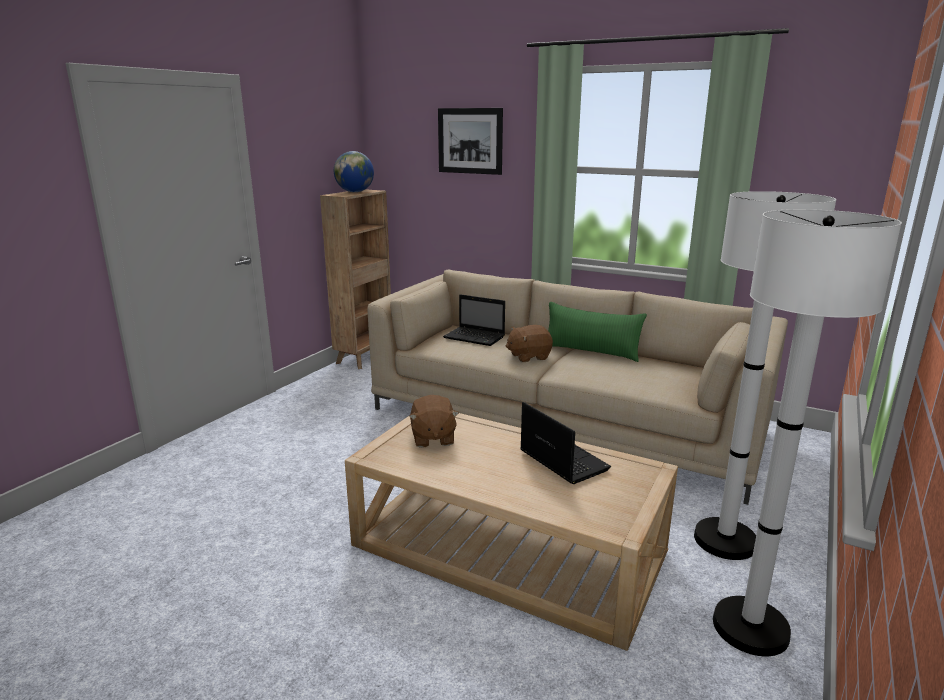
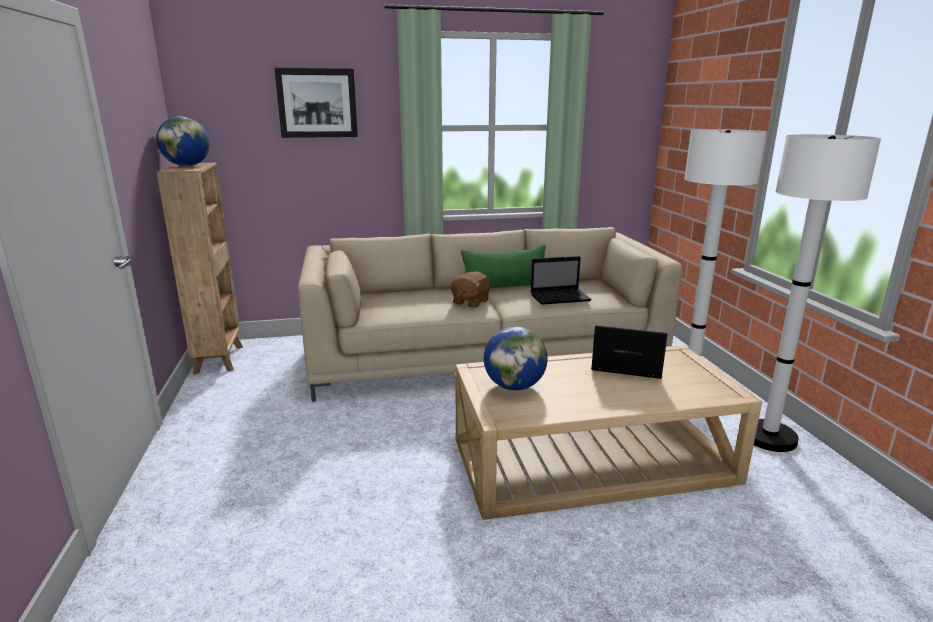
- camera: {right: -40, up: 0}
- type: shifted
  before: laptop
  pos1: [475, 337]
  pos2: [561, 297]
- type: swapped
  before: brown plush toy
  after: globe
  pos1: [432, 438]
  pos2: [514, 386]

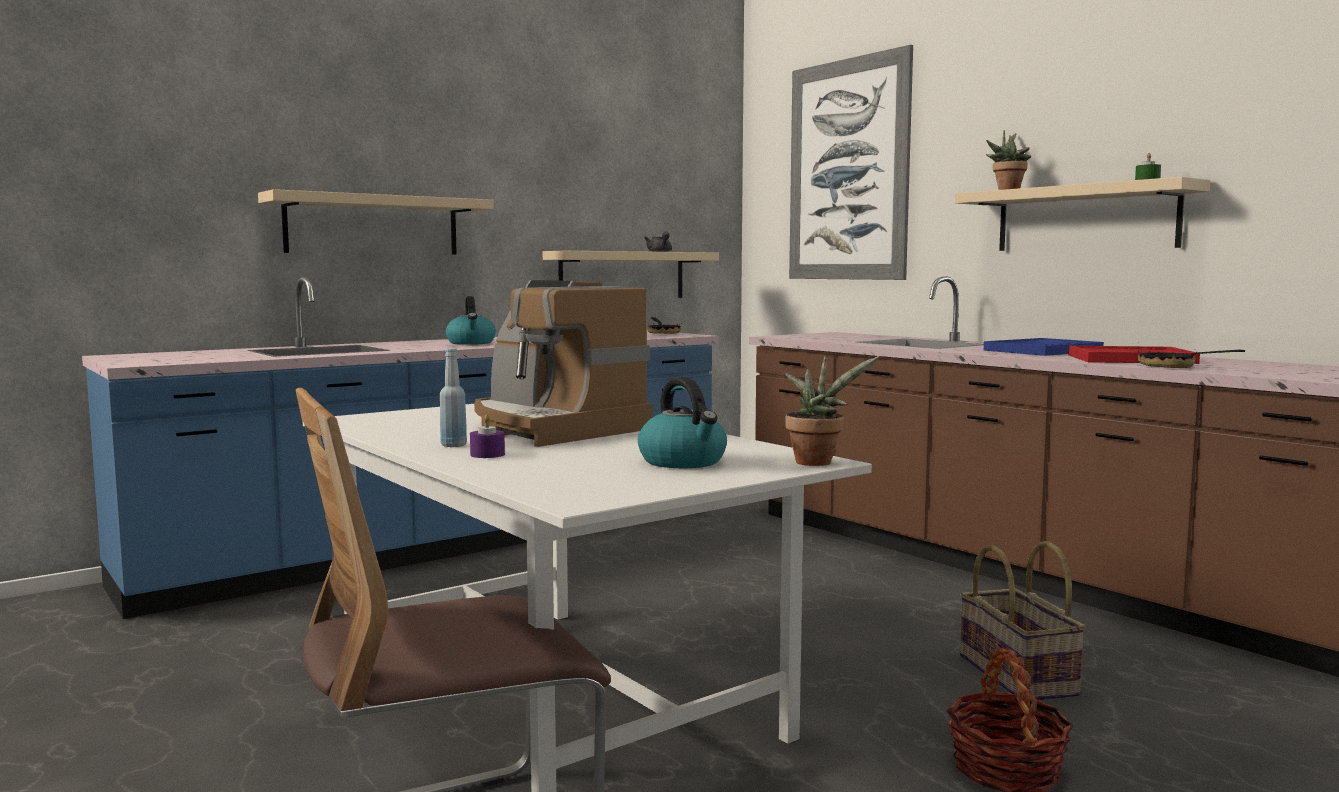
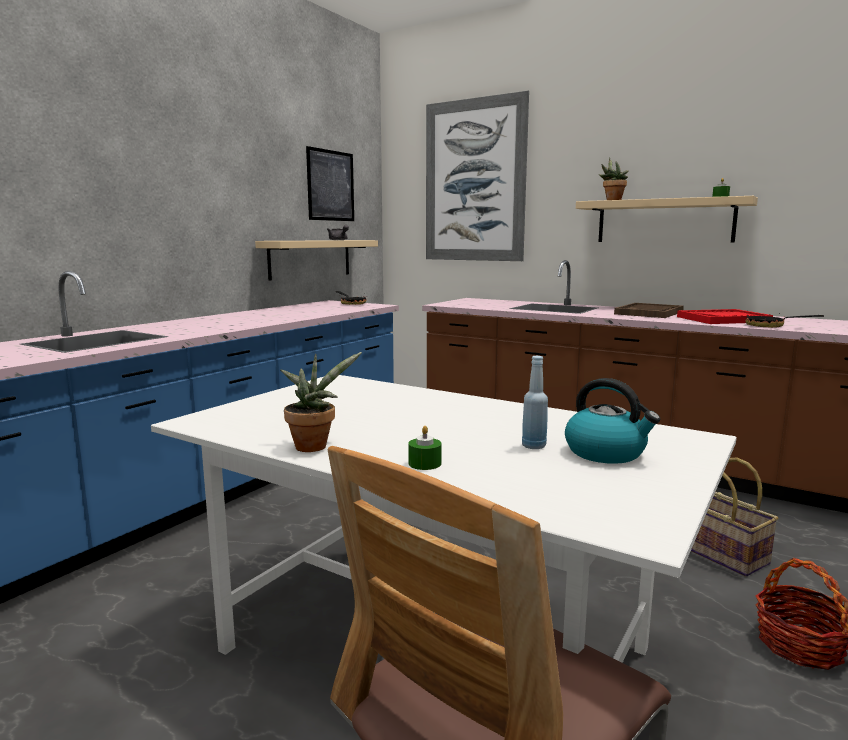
- camera: {right: -20, up: 5}
- type: gone
  before: beige shelf
  pos1: [373, 225]
- type: gone
  before: coffee machine
  pos1: [553, 428]
- type: gone
  before: kettle
  pos1: [471, 343]
- type: repainted
  before: blue tray
  after: brown tray
  pos1: [1043, 351]
  pos2: [649, 313]
- type: shifted
  before: blue bottle
  pos1: [453, 445]
  pos2: [533, 446]
- type: shifted
  before: potted plant
  pos1: [817, 462]
  pos2: [314, 445]
- type: repainted
  before: purple candle
  after: green candle
  pos1: [487, 454]
  pos2: [424, 463]
- type: new
  after: picture
  pos2: [330, 185]

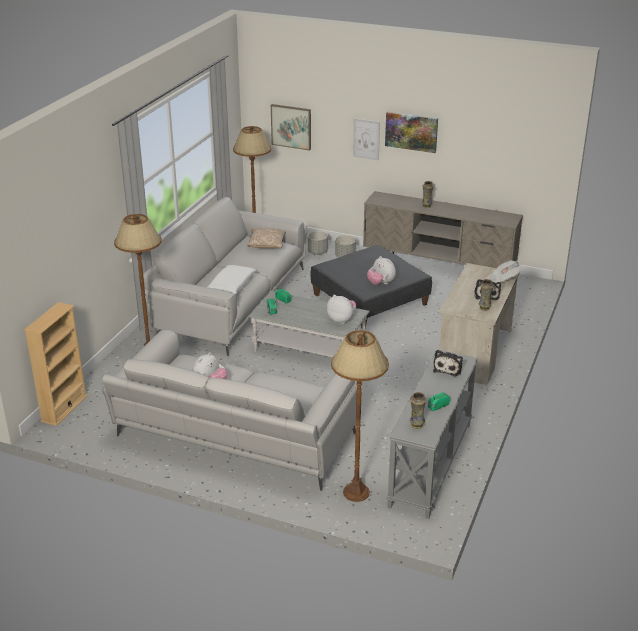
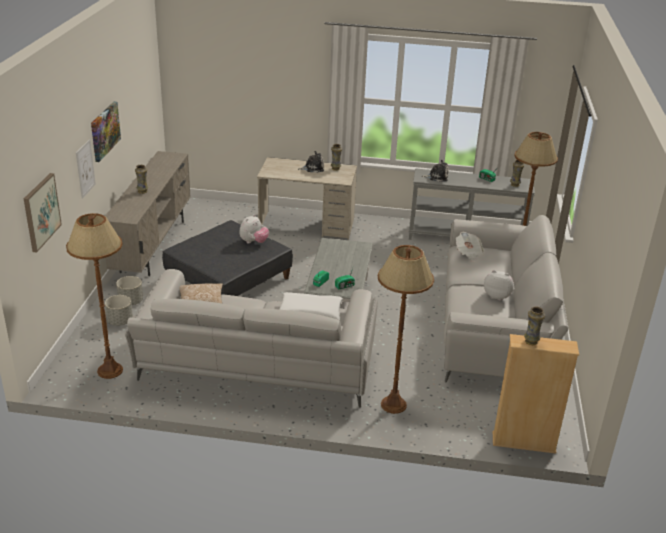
- camera: {right: -105, up: 0}
- type: shifted
  before: newspaper
  pos1: [502, 279]
  pos2: [469, 254]
- type: gone
  before: plush toy
  pos1: [341, 320]
- type: new
  after: vase
  pos2: [531, 341]

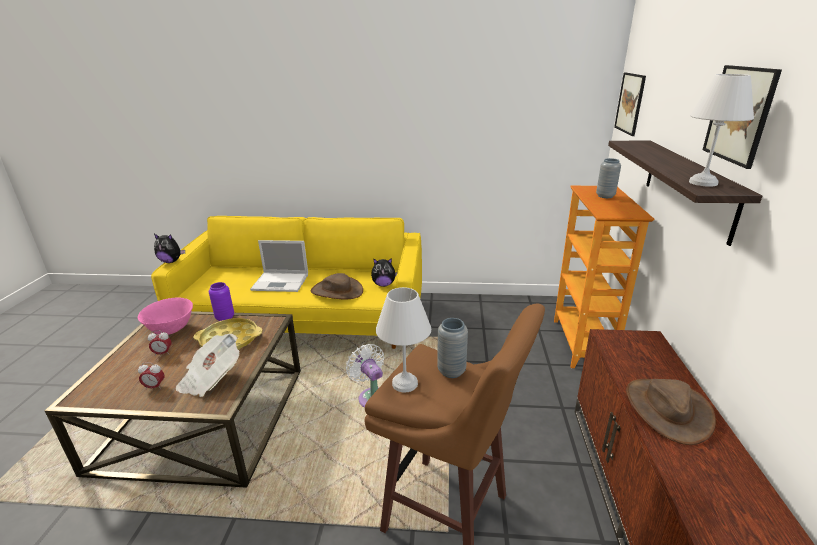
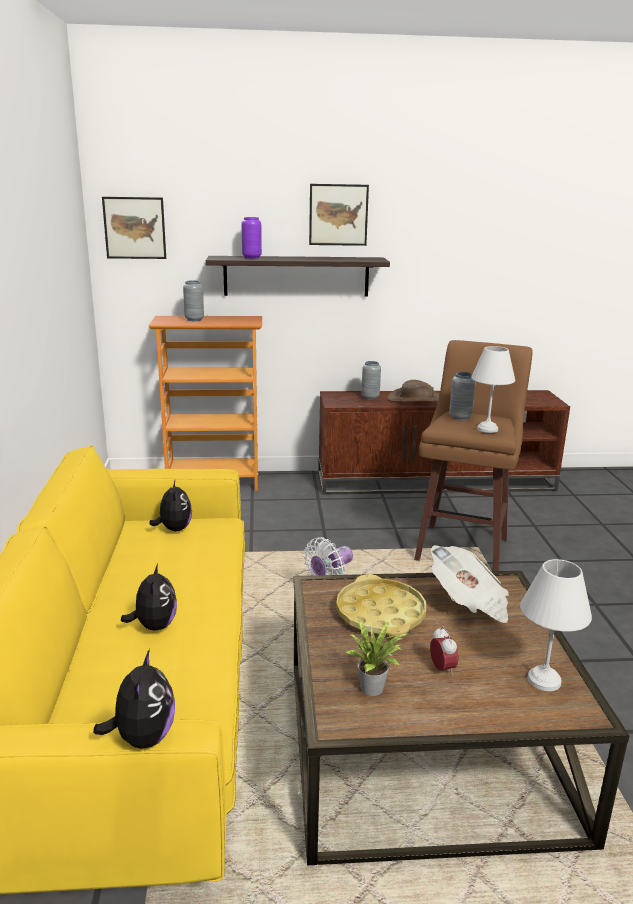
- camera: {right: -100, up: -5}
- type: shifted
  before: white table lamp
  pos1: [702, 182]
  pos2: [542, 680]
- type: swapped
  before: laptop
  after: plush toy
  pos1: [281, 282]
  pos2: [154, 626]
- type: gone
  before: brown hat
  pos1: [337, 291]
- type: shifted
  before: purple vase
  pos1: [225, 318]
  pos2: [251, 257]
- type: swapped
  before: pink bowl
  after: potted plant
  pos1: [171, 330]
  pos2: [375, 688]
- type: gone
  before: alarm clock
  pos1: [155, 387]
- type: new
  after: grey vase
  pos2: [370, 397]

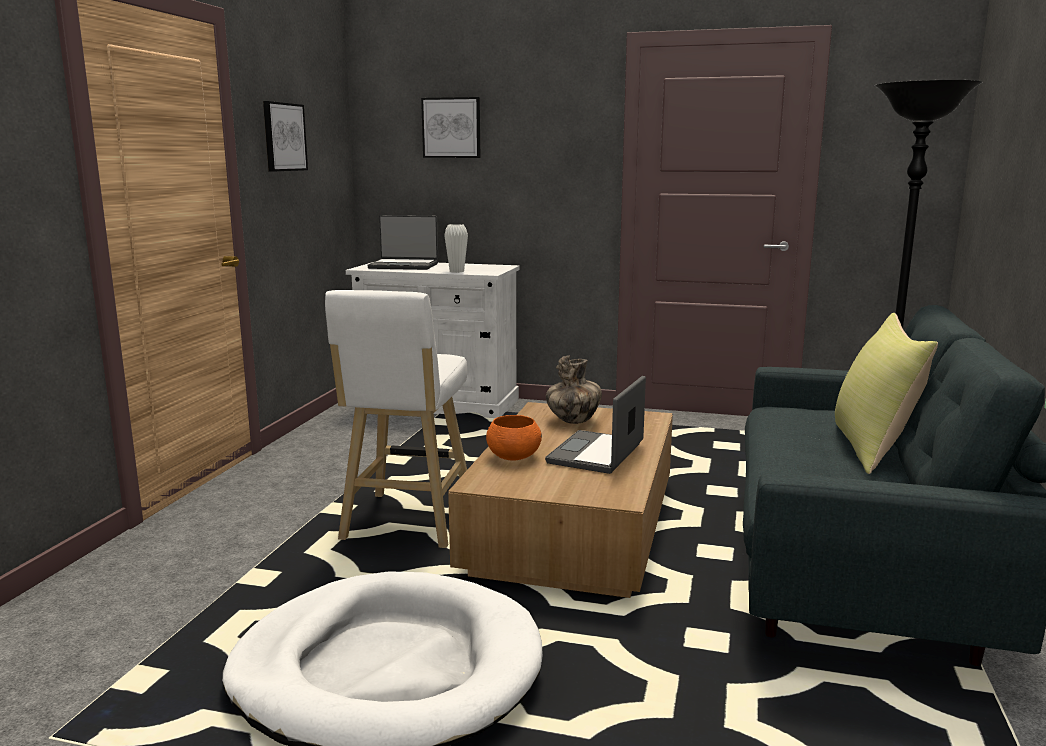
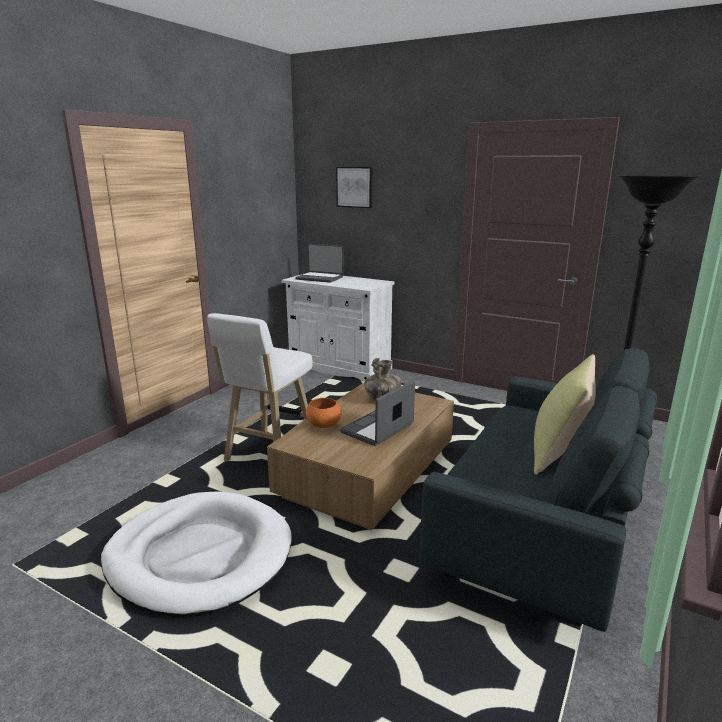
- camera: {right: 15, up: 5}
- type: gone
  before: picture
  pos1: [283, 137]
- type: gone
  before: white vase
  pos1: [456, 271]

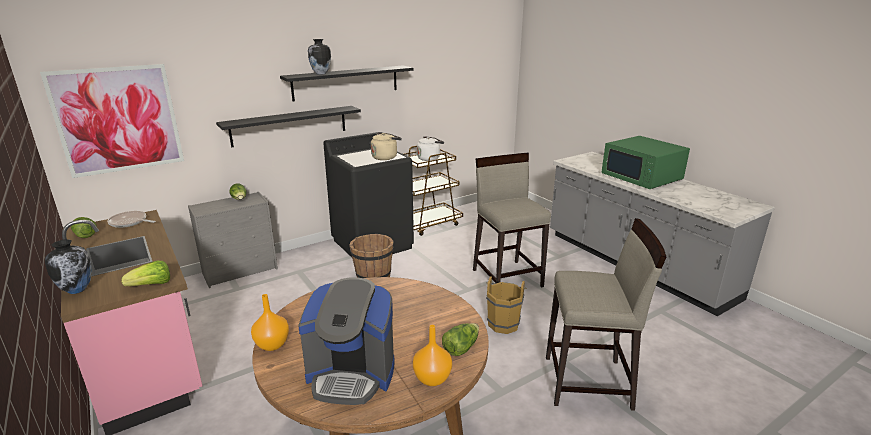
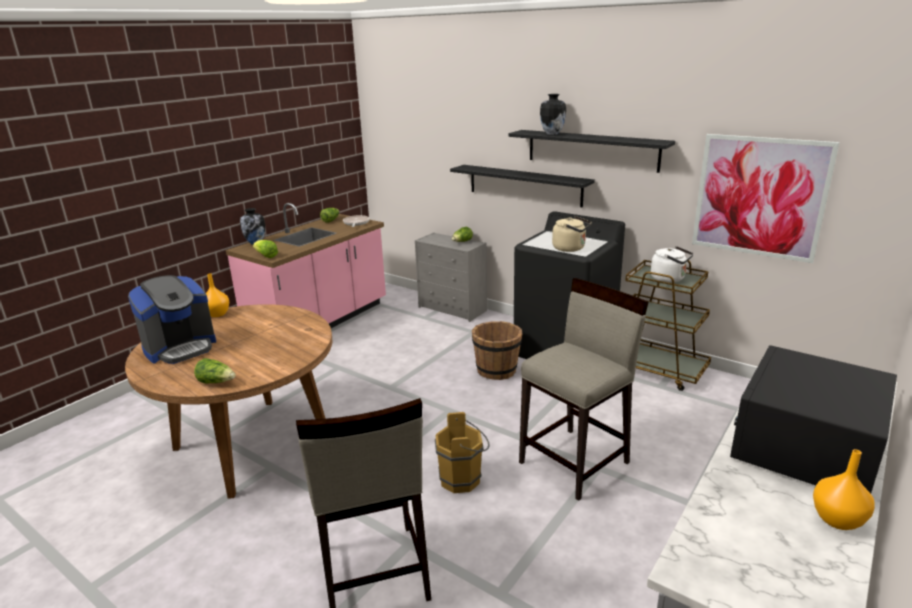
- camera: {right: 70, up: 0}
- type: shifted
  before: picture
  pos1: [118, 120]
  pos2: [759, 197]
- type: repainted
  before: green microwave
  after: black microwave
  pos1: [642, 177]
  pos2: [805, 447]
- type: rotated
  before: coffee machine
  pos1: [351, 374]
  pos2: [180, 348]
  turn: -120
- type: shifted
  before: orange vase
  pos1: [433, 378]
  pos2: [838, 520]

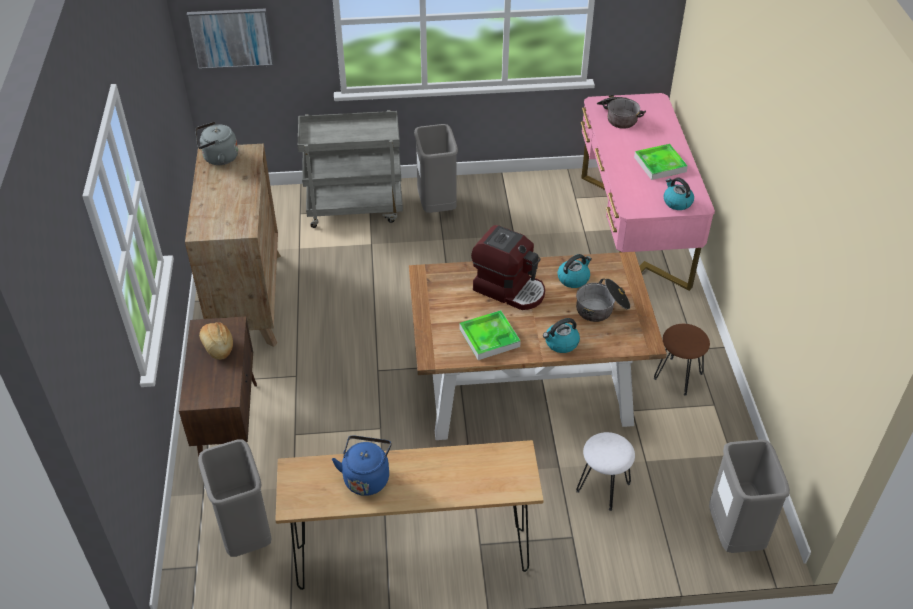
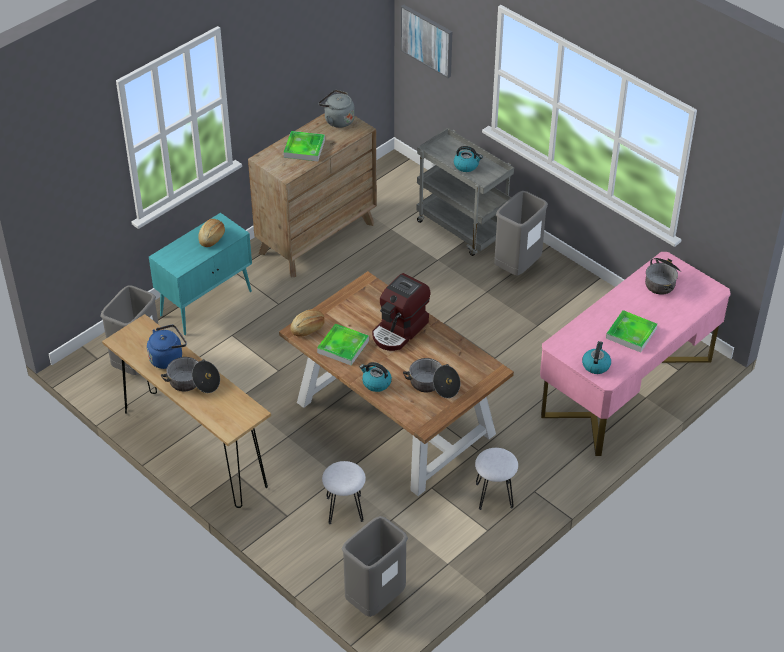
- camera: {right: 50, up: 0}
- type: rotated
  before: coffee machine
  pos1: [509, 289]
  pos2: [400, 330]
  turn: 45
- type: shifted
  before: kettle
  pos1: [573, 278]
  pos2: [466, 165]
- type: repainted
  before: brown cabinet
  after: turquoise cabinet
  pos1: [230, 427]
  pos2: [207, 303]
- type: repainted
  before: brown stool
  after: white stool
  pos1: [678, 376]
  pos2: [494, 496]
- type: new
  after: tray
  pos2: [304, 148]
- type: new
  after: bread
  pos2: [308, 328]
- type: new
  after: cooking pot
  pos2: [193, 383]

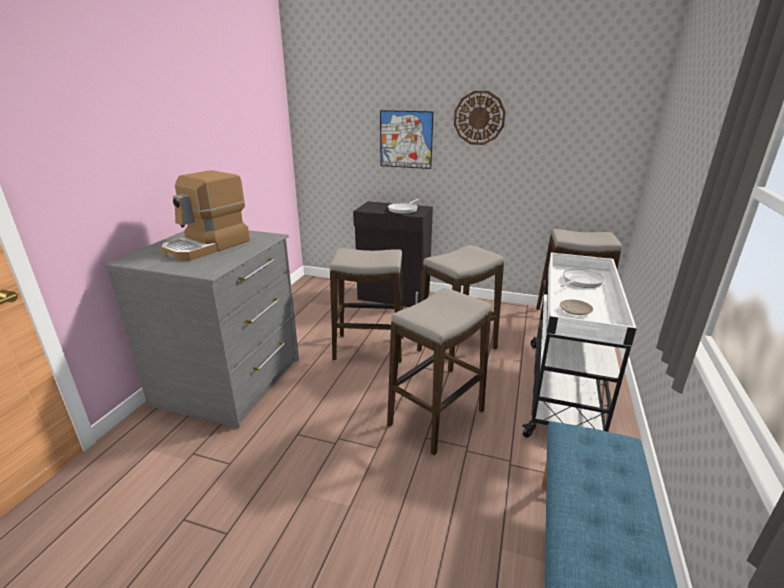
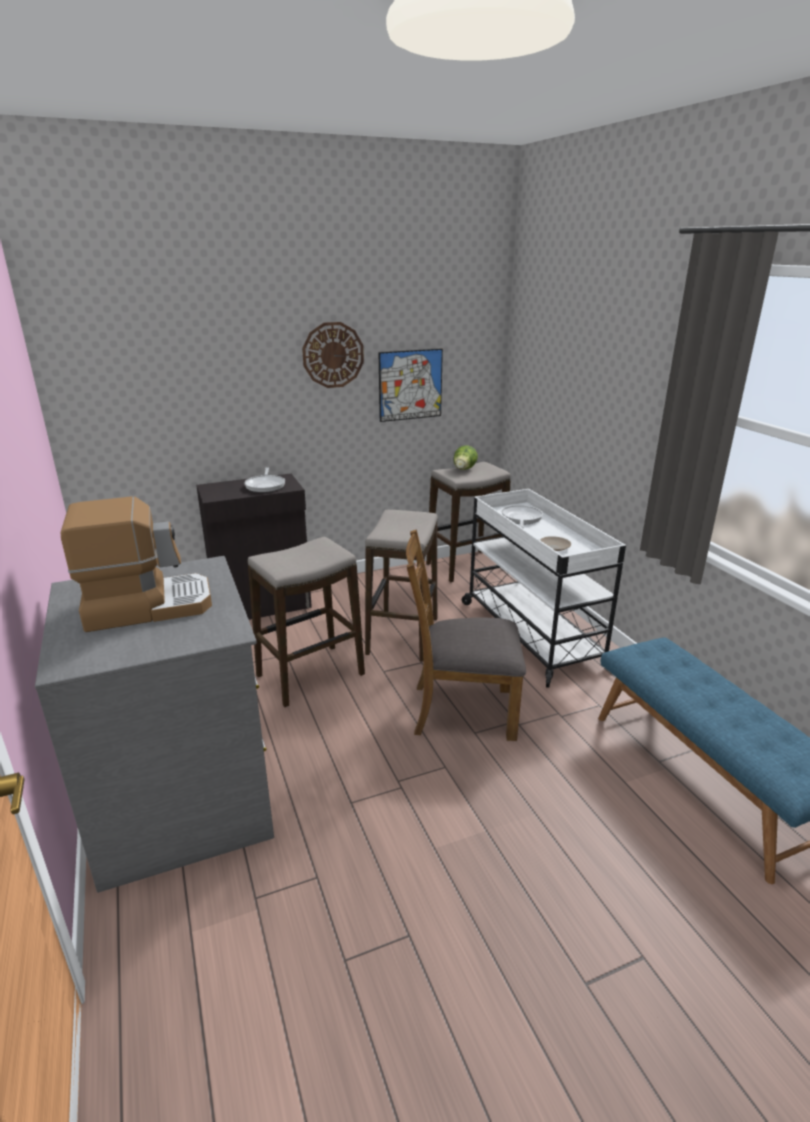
- camera: {right: -40, up: 0}
- type: shifted
  before: picture
  pos1: [406, 139]
  pos2: [410, 385]
- type: rotated
  before: coffee machine
  pos1: [207, 246]
  pos2: [148, 605]
  turn: -105
- type: swapped
  before: stool
  after: brown chair
  pos1: [436, 418]
  pos2: [462, 710]
- type: new
  after: lettuce
  pos2: [464, 469]

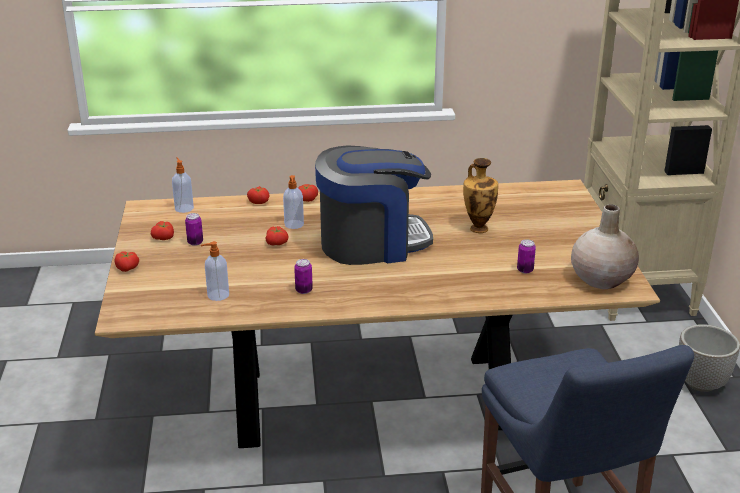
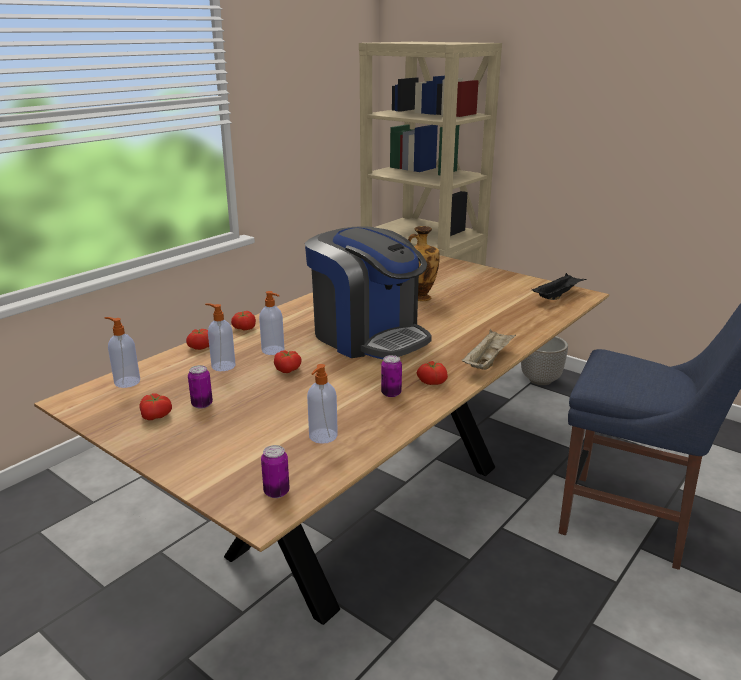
- camera: {right: -45, up: -5}
- type: rotated
  before: coffee machine
  pos1: [372, 243]
  pos2: [368, 336]
  turn: 105
- type: swapped
  before: beige vase
  after: black tray
  pos1: [601, 279]
  pos2: [557, 296]
- type: shifted
  before: can
  pos1: [525, 270]
  pos2: [276, 492]
- type: shifted
  before: tomato
  pos1: [128, 268]
  pos2: [432, 381]
- type: new
  after: soap dispenser
  pos2: [222, 366]
- type: new
  after: beige tray
  pos2: [487, 361]

